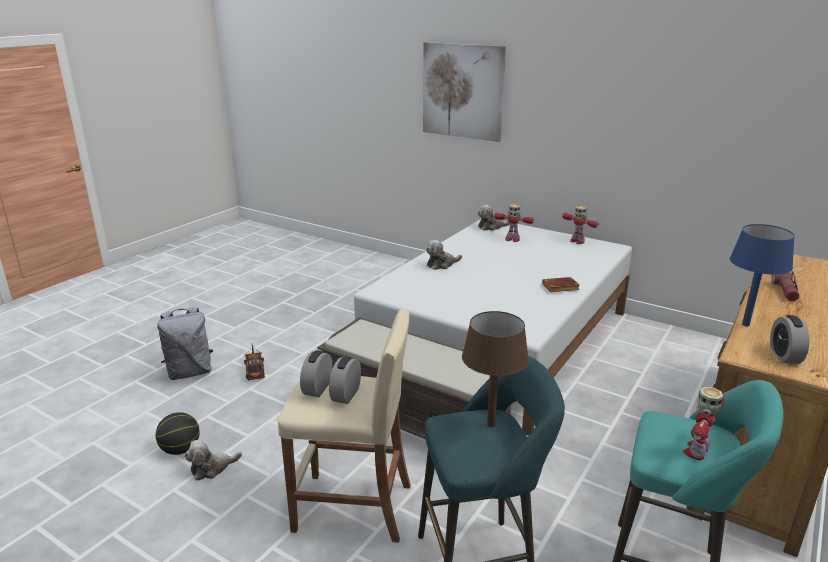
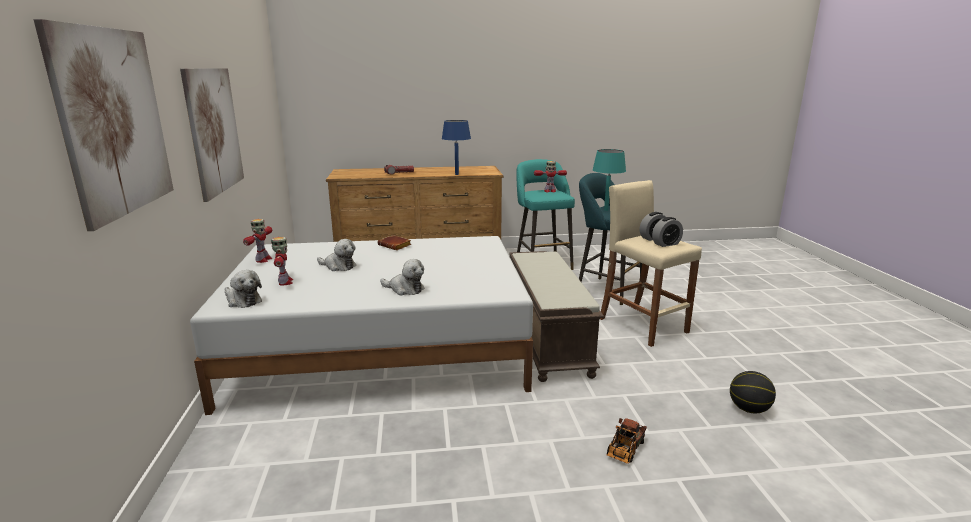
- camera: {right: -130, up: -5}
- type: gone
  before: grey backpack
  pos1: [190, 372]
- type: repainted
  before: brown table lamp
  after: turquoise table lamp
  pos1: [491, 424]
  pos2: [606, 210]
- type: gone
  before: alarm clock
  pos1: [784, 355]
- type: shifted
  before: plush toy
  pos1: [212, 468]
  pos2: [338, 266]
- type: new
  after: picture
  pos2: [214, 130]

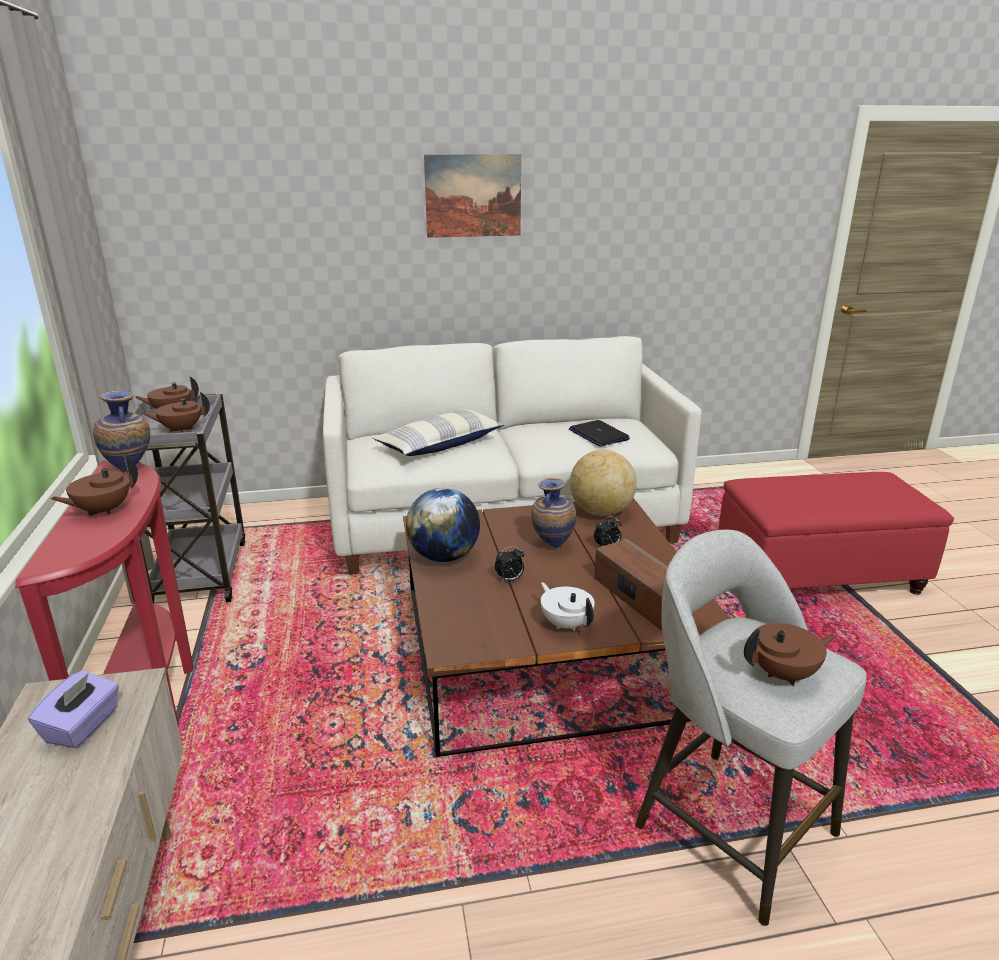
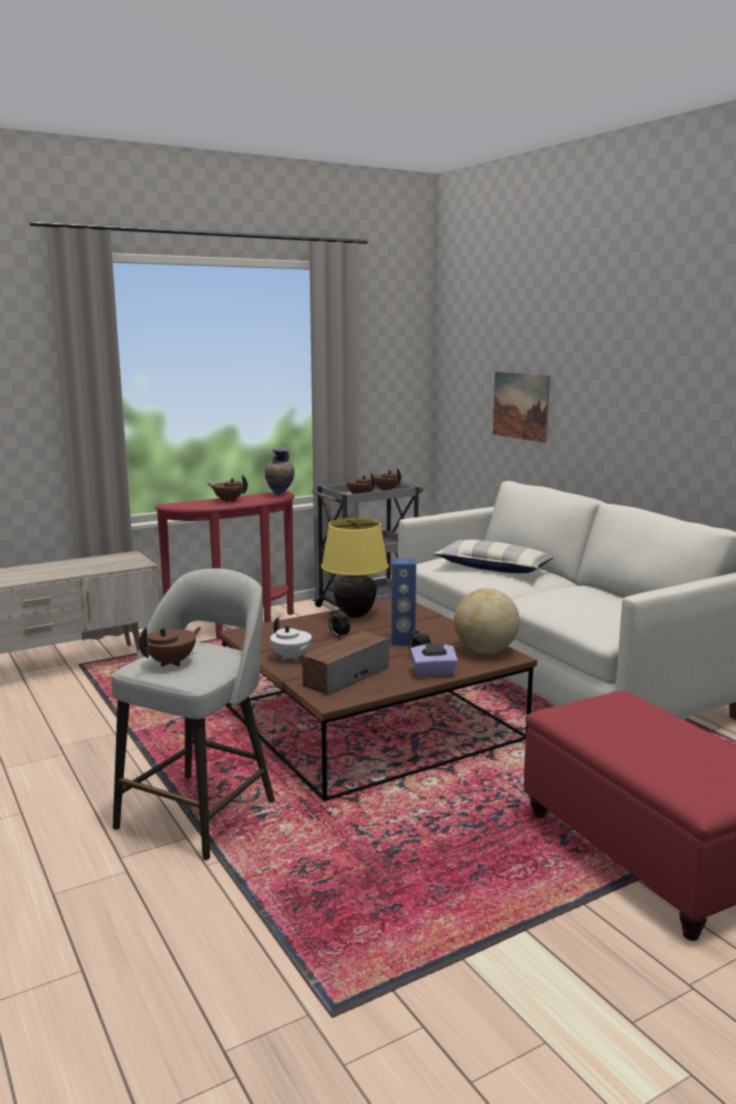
- camera: {right: 70, up: -10}
- type: shifted
  before: picture
  pos1: [473, 196]
  pos2: [520, 406]
- type: gone
  before: laptop
  pos1: [598, 435]
- type: swapped
  before: vase
  after: blue speaker
  pos1: [552, 546]
  pos2: [403, 642]
- type: swapped
  before: globe
  after: yellow table lamp
  pos1: [444, 557]
  pos2: [354, 615]
- type: rotated
  before: white teapot
  pos1: [566, 624]
  pos2: [291, 657]
  turn: 105
- type: rotated
  before: brown teapot
  pos1: [784, 674]
  pos2: [172, 662]
  turn: -105
- type: shifted
  before: purple tissue box
  pos1: [83, 726]
  pos2: [433, 673]

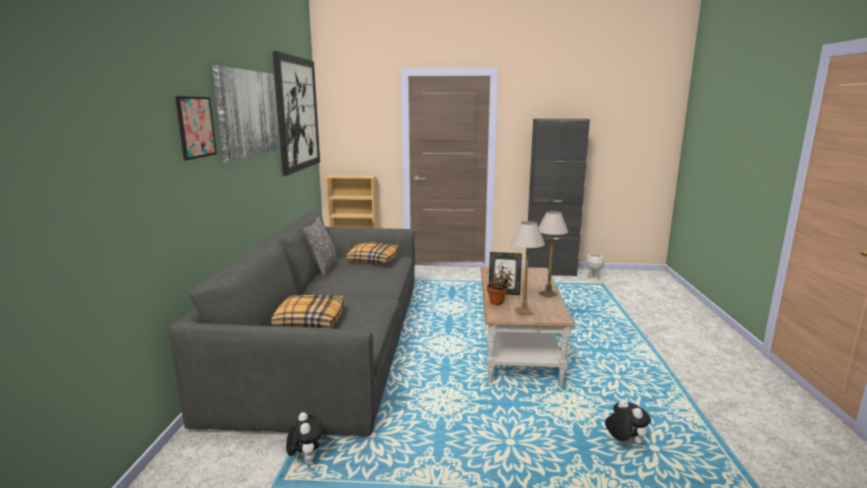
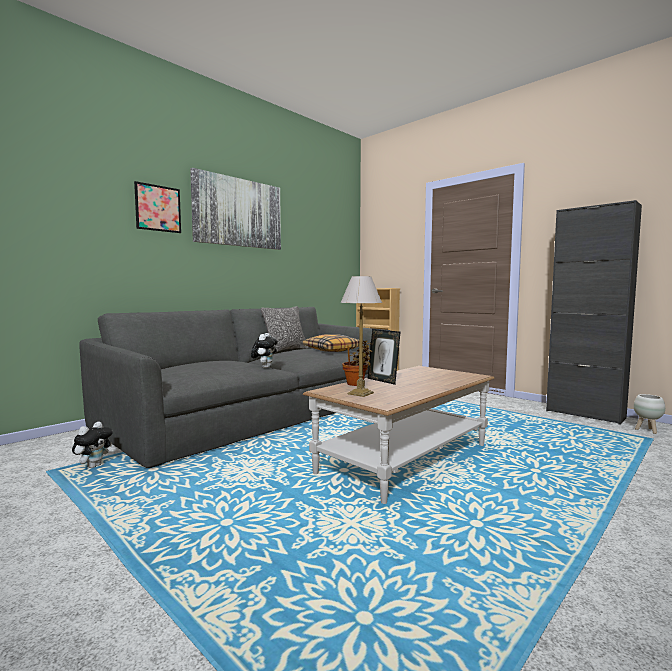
- camera: {right: 40, up: -10}
- type: gone
  before: picture
  pos1: [297, 114]
- type: gone
  before: table lamp
  pos1: [548, 294]
- type: gone
  before: pillow
  pos1: [309, 320]
- type: shifted
  before: plush toy
  pos1: [624, 443]
  pos2: [265, 367]

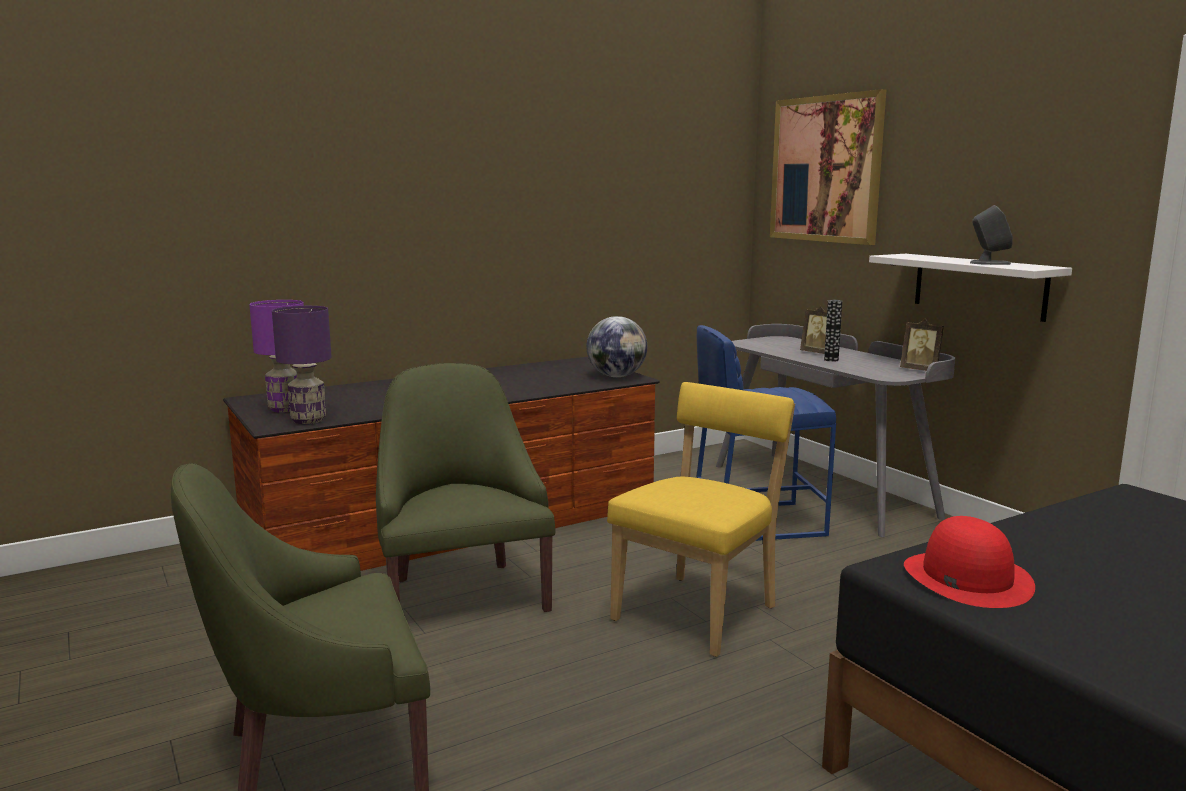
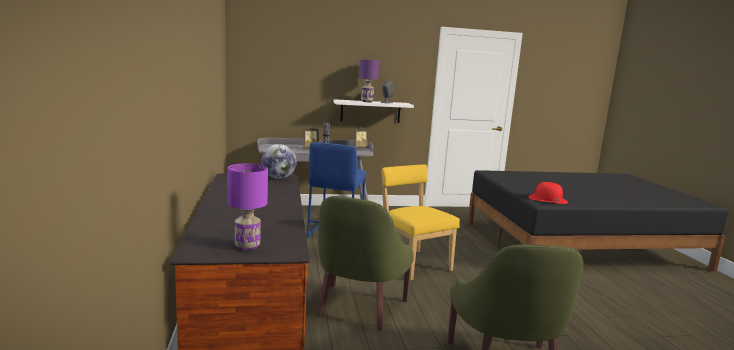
- camera: {right: -70, up: 0}
- type: gone
  before: picture
  pos1: [825, 169]
- type: shifted
  before: purple table lamp
  pos1: [308, 421]
  pos2: [367, 101]
- type: rotated
  before: green armchair
  pos1: [461, 594]
  pos2: [358, 307]
  turn: -75

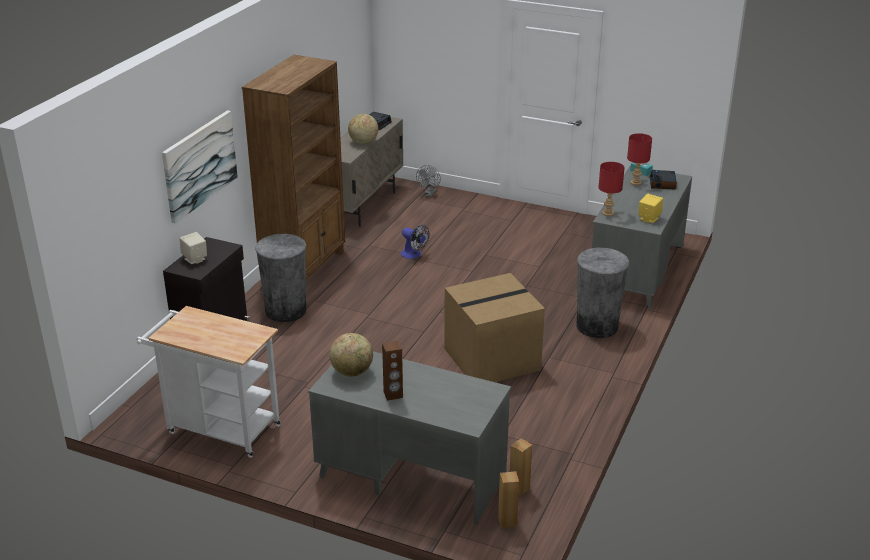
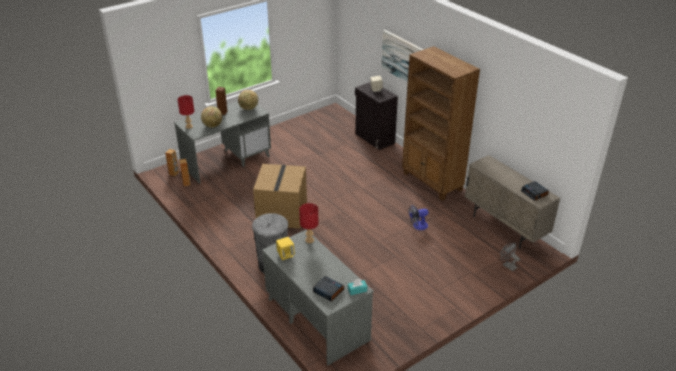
- camera: {right: 120, up: 5}
- type: shifted
  before: globe
  pos1: [363, 142]
  pos2: [212, 125]
- type: shifted
  before: red table lamp
  pos1: [635, 183]
  pos2: [189, 126]
- type: gone
  before: grey trash can
  pos1: [285, 311]
- type: gone
  before: white cart
  pos1: [218, 428]

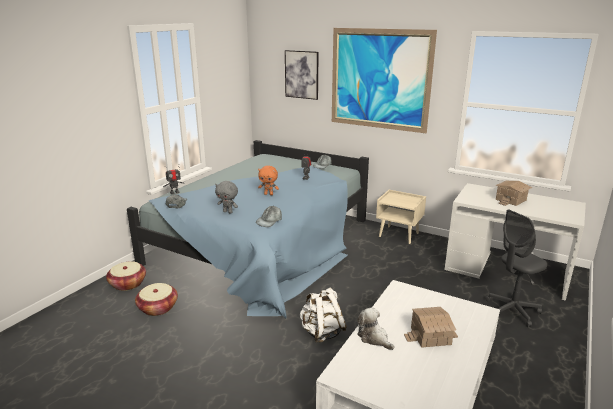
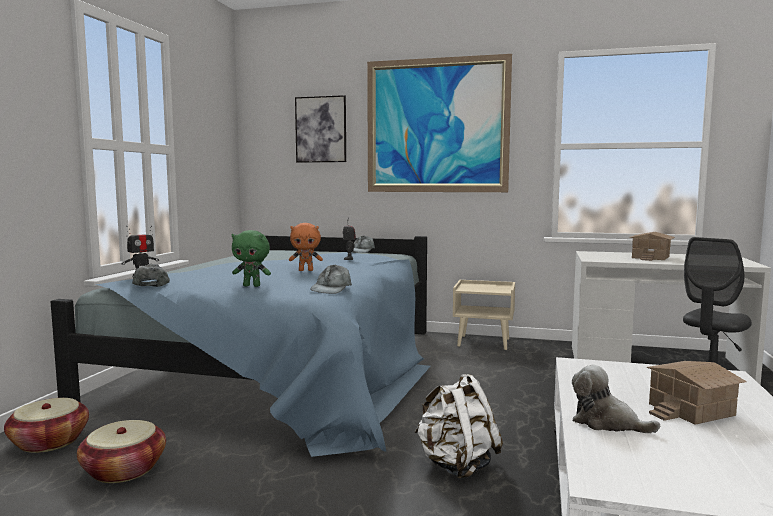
- camera: {right: -15, up: -15}
- type: repainted
  before: grey plush toy
  after: green plush toy
  pos1: [228, 212]
  pos2: [252, 286]

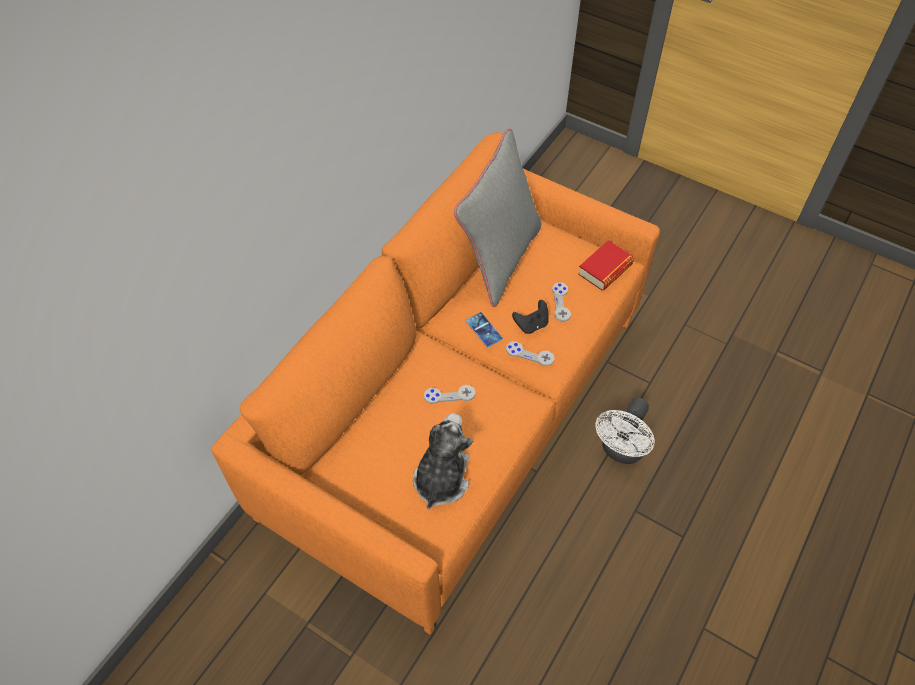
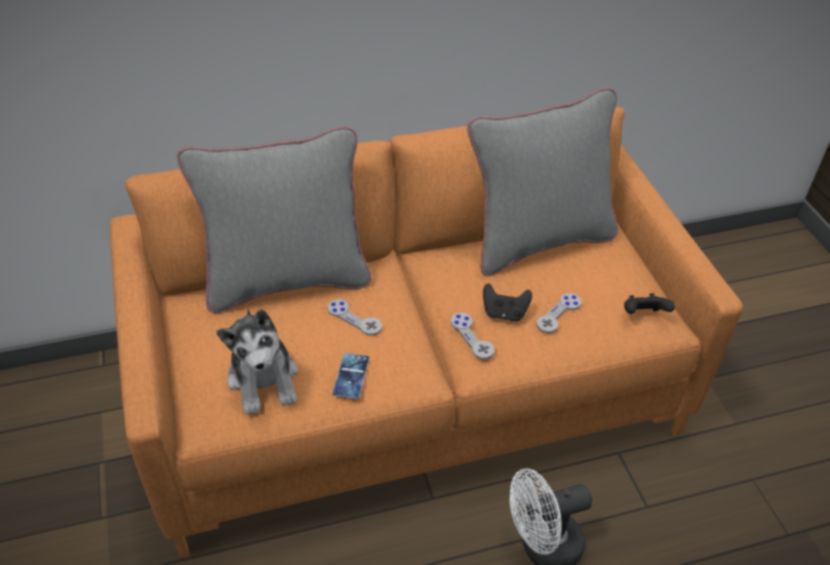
- camera: {right: 40, up: -10}
- type: swapped
  before: book
  after: black game controller
  pos1: [605, 269]
  pos2: [643, 315]
- type: shifted
  before: phone
  pos1: [484, 330]
  pos2: [351, 376]
- type: rotated
  before: plush toy
  pos1: [441, 478]
  pos2: [264, 379]
  turn: 105
- type: new
  after: grey pillow
  pos2: [286, 280]

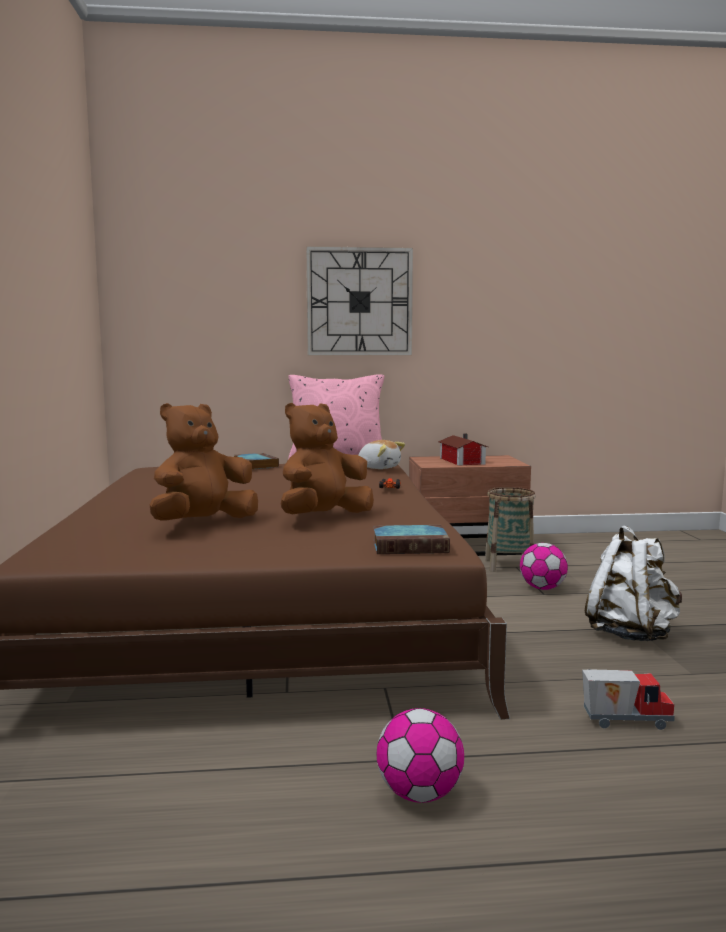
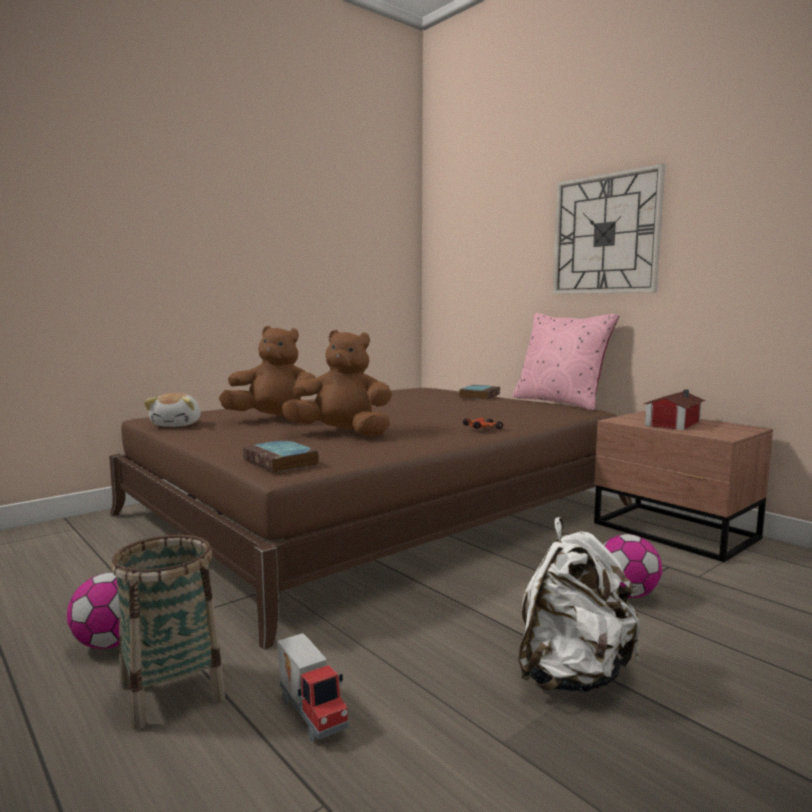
- camera: {right: 55, up: 0}
- type: shifted
  before: plush toy
  pos1: [379, 467]
  pos2: [177, 425]
- type: shifted
  before: basket
  pos1: [508, 565]
  pos2: [171, 692]

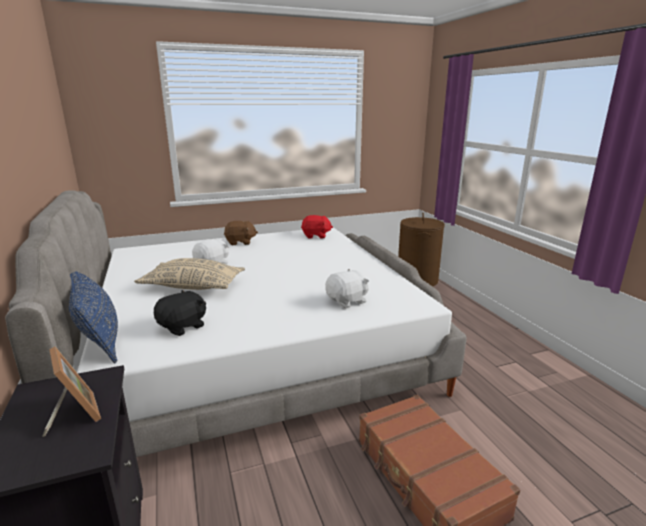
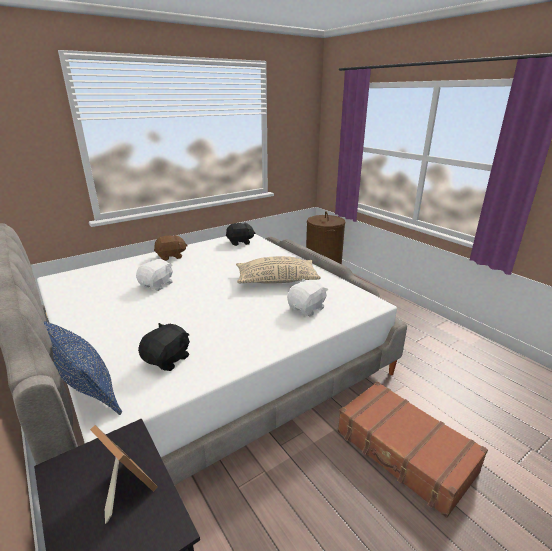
- camera: {right: -15, up: 5}
- type: repainted
  before: red plush toy
  after: black plush toy
  pos1: [316, 236]
  pos2: [240, 242]
- type: shifted
  before: beige pillow
  pos1: [192, 286]
  pos2: [276, 280]

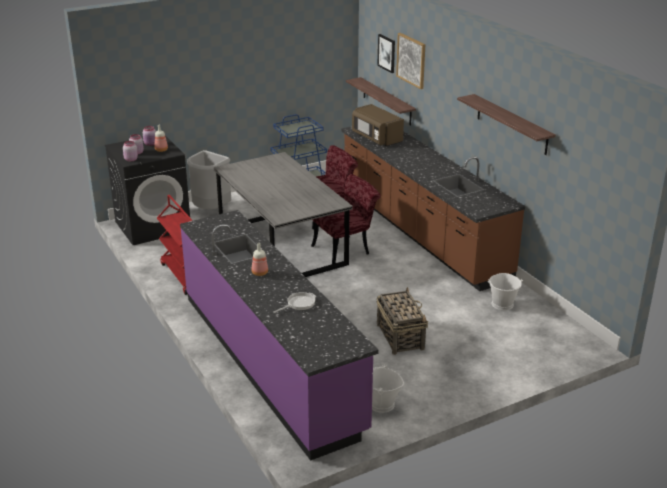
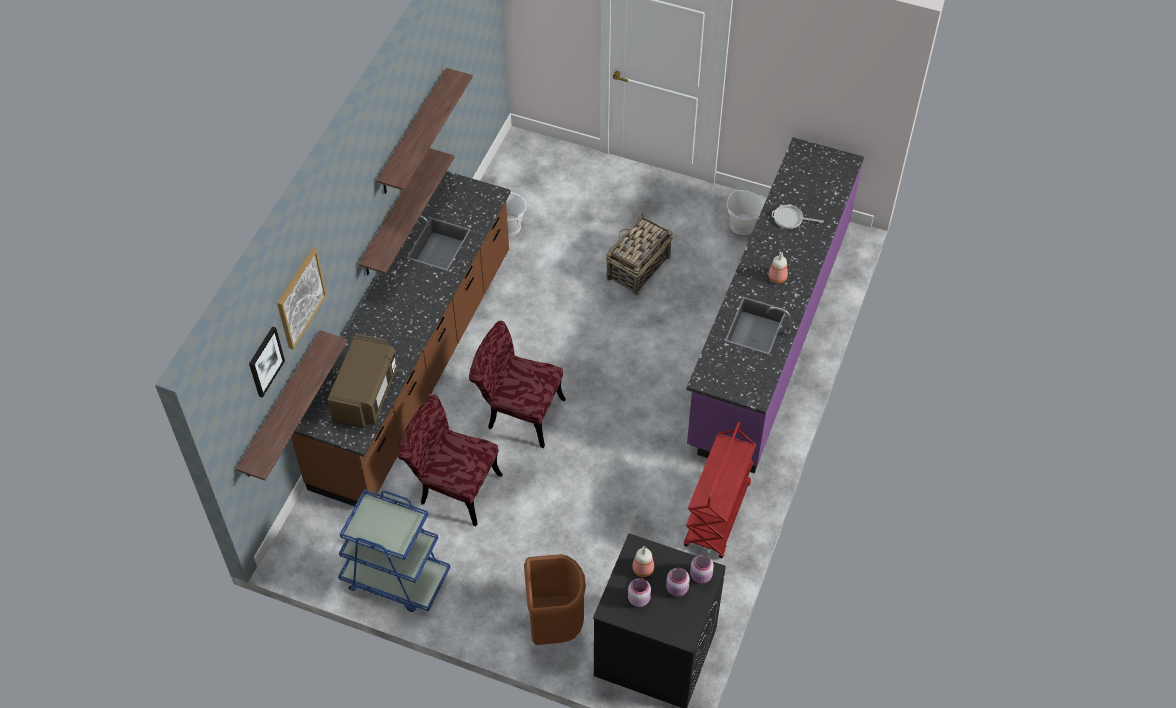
- camera: {right: -130, up: 25}
- type: repainted
  before: grey trash can
  after: brown trash can
  pos1: [210, 210]
  pos2: [554, 625]
- type: gone
  before: grey dining table
  pos1: [281, 245]
- type: new
  after: shelf
  pos2: [395, 214]

